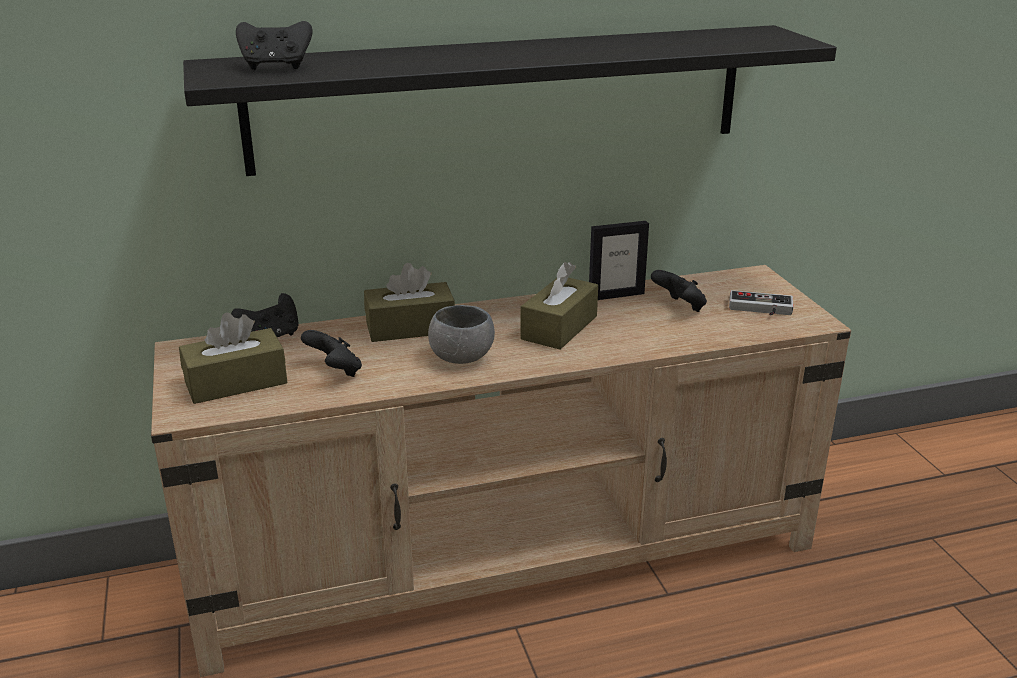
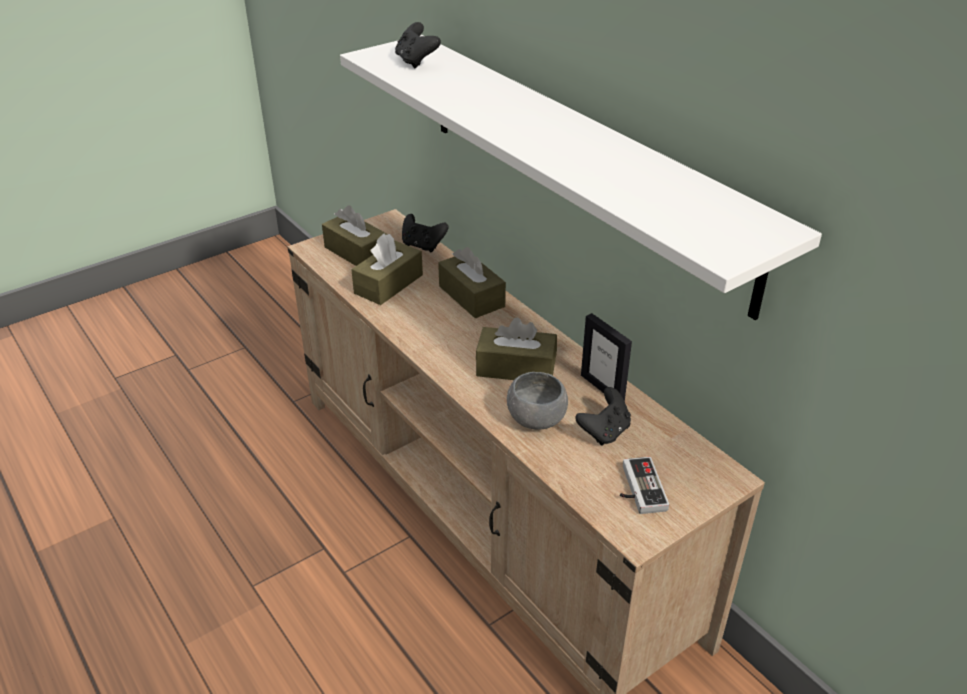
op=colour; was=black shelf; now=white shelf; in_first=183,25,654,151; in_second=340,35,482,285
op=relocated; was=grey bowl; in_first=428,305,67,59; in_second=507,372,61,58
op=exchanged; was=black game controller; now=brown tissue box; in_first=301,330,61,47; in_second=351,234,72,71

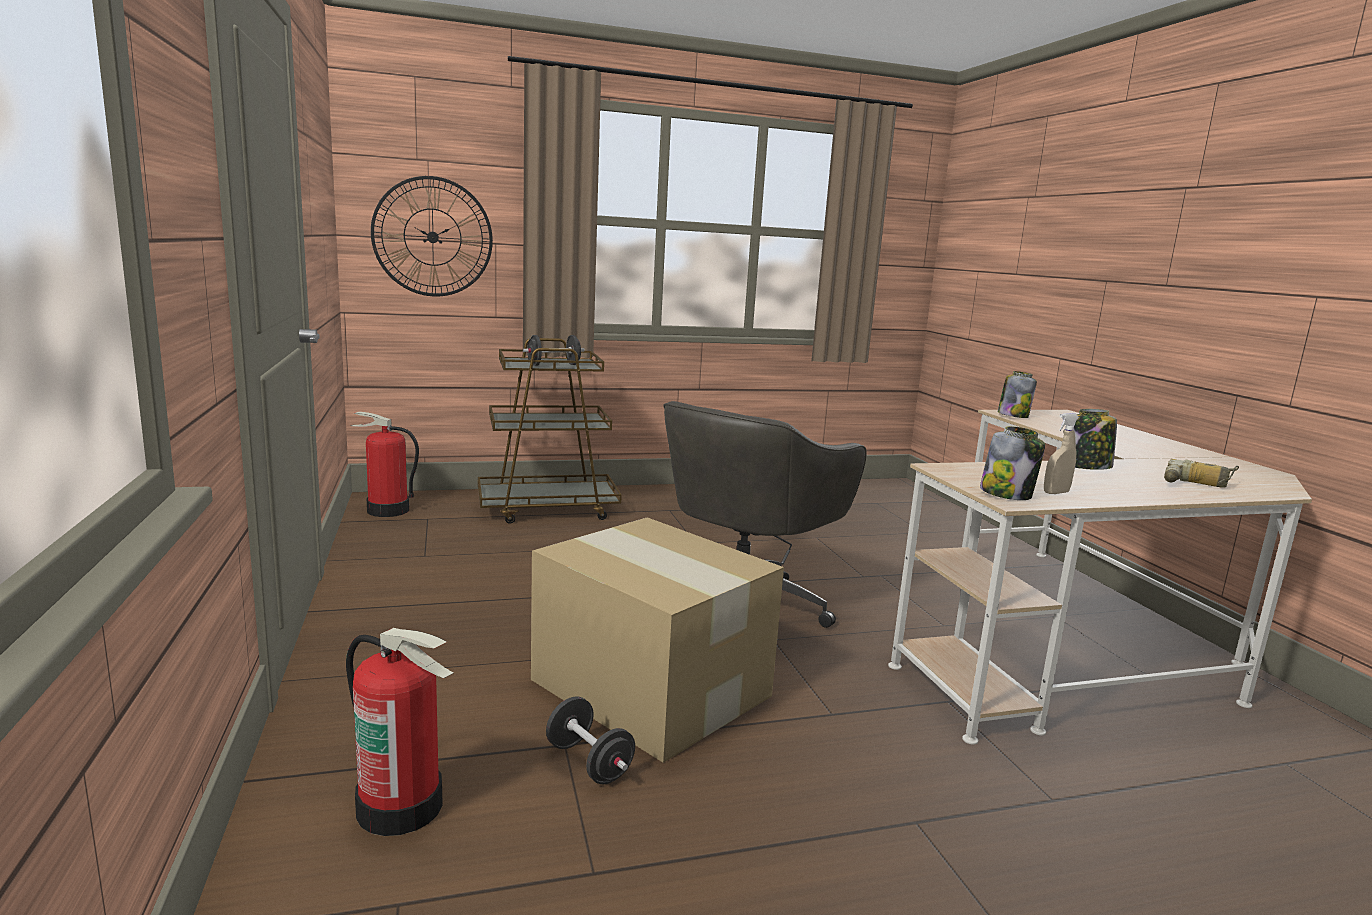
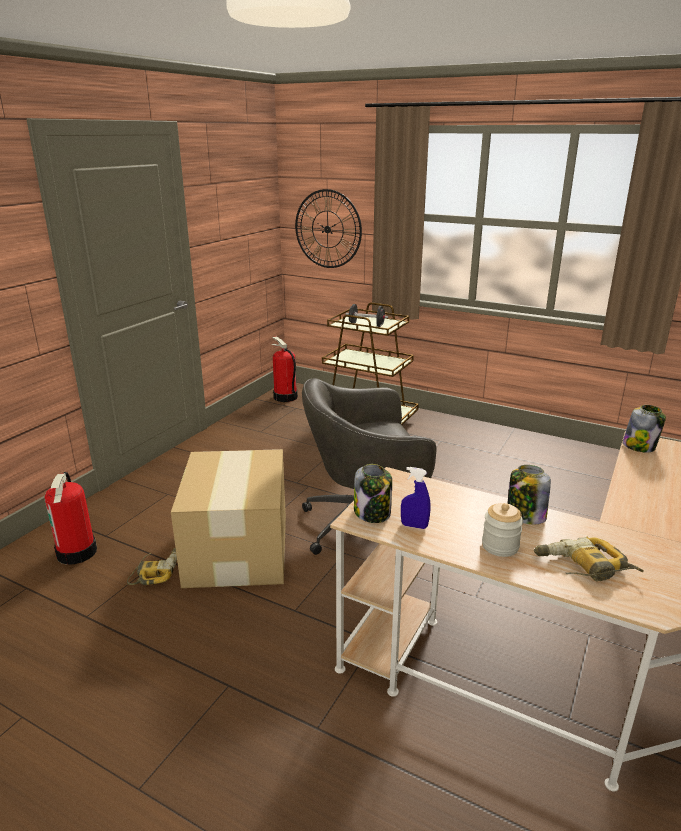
op=colour; was=beige spray bottle; now=blue spray bottle; in_first=1044,413,35,81; in_second=401,467,30,62
op=exchanged; was=black dumbbell; now=power drill; in_first=546,696,89,88; in_second=127,548,50,37
op=appeared; now=jar; in_second=482,503,41,54

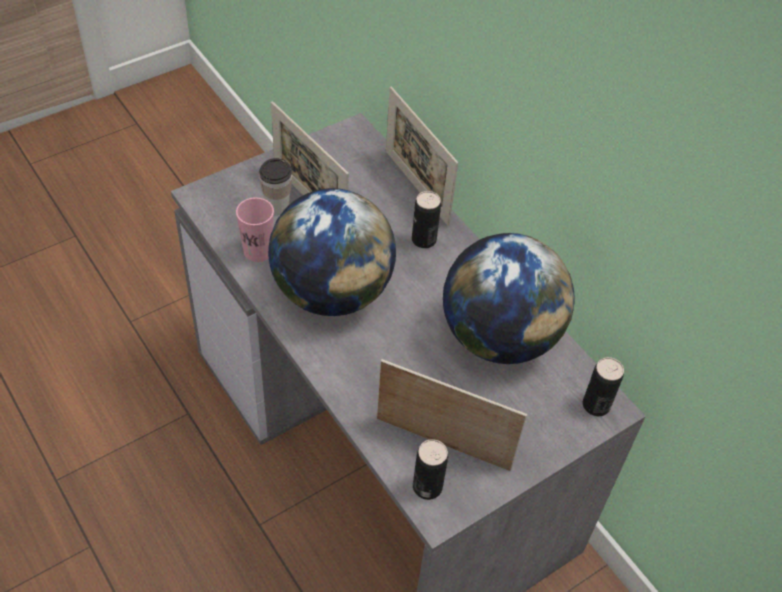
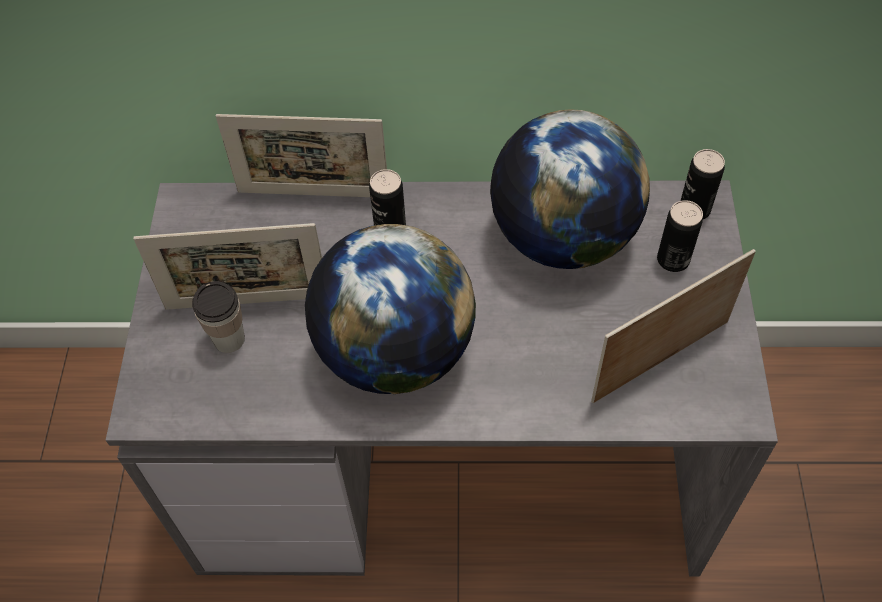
op=missing; was=pink cup; in_first=236,198,38,64
op=relocated; was=can; in_first=413,439,35,61; in_second=657,200,46,72

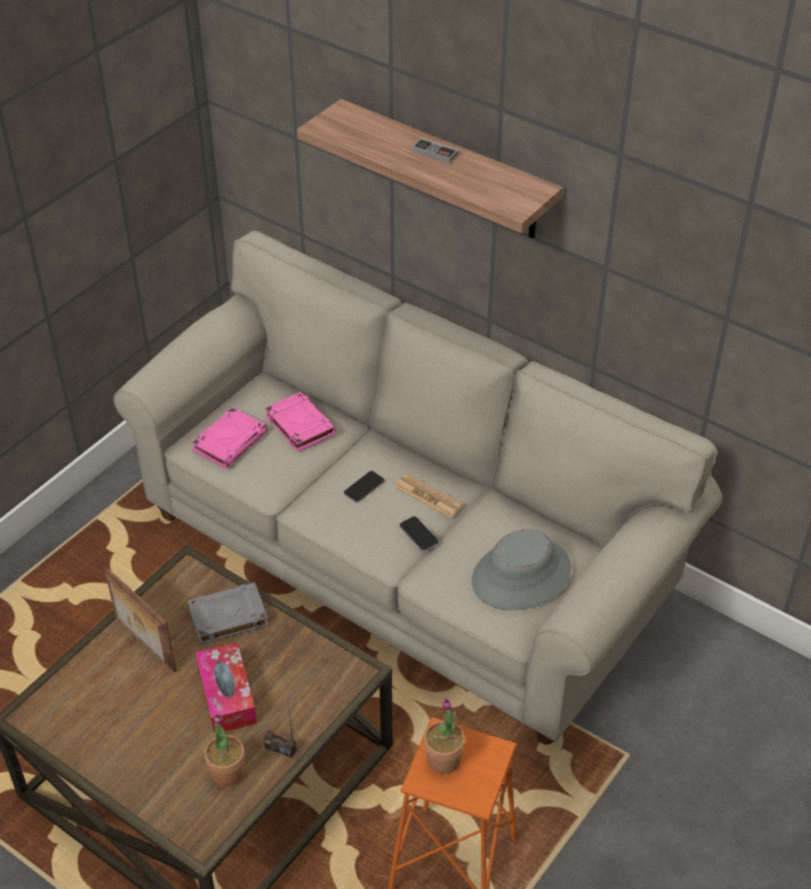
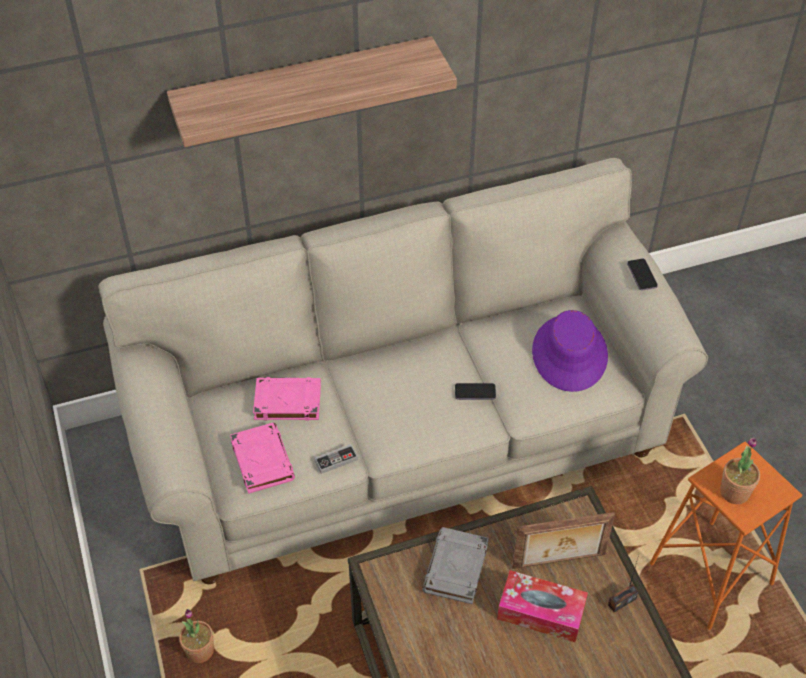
op=relocated; was=game controller; in_first=412,138,46,26; in_second=314,444,44,30
op=relocated; was=phone; in_first=344,471,40,31; in_second=627,259,31,31
op=missing; was=newspaper; in_first=395,473,68,45
op=colour; was=grey hat; now=purple hat; in_first=472,529,99,81; in_second=532,310,76,82
op=relocated; was=picture frame; in_first=104,566,72,106; in_second=512,512,103,57
op=relocated; was=potted plant; in_first=204,713,40,74; in_second=179,609,35,54

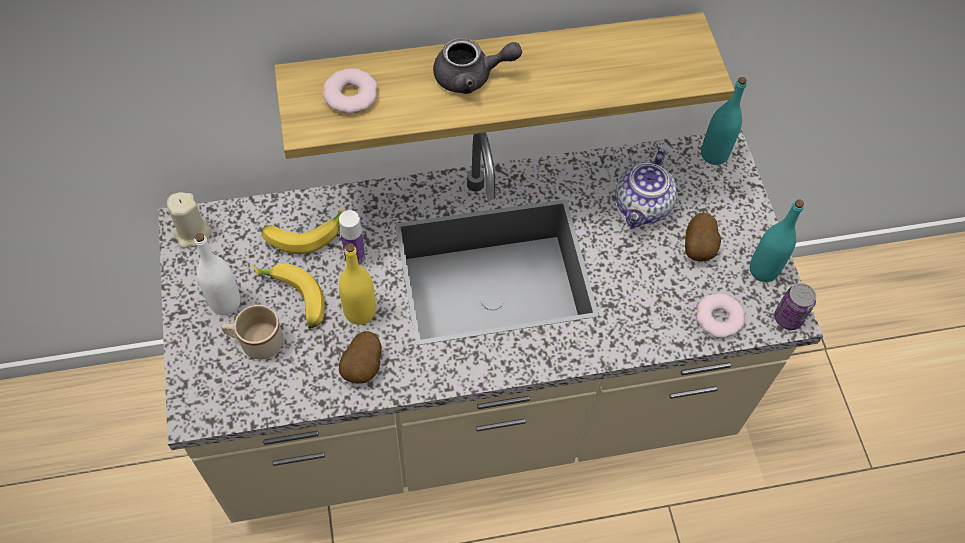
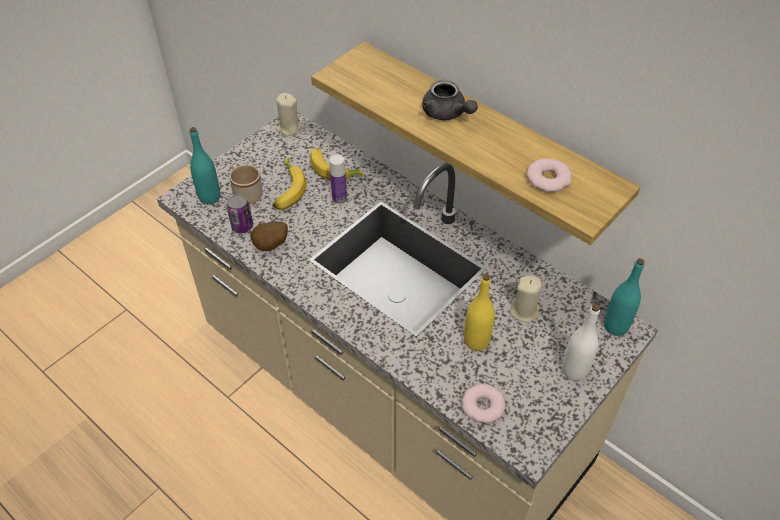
op=relocated; was=donut; in_first=323,68,55,46; in_second=527,158,45,34
op=exchanged; was=teapot; now=beige candle; in_first=615,148,62,80; in_second=510,275,32,47
op=relocated; was=turquoise bottle; in_first=750,200,54,82; in_second=190,127,30,77
op=missing; was=potato; in_first=685,213,36,49
op=relocated; was=white bottle; in_first=195,233,46,82; in_second=562,304,38,77
op=relocated; was=yellow bottle; in_first=339,243,37,82; in_second=464,274,31,77
op=relocated; was=can; in_first=774,283,42,47; in_second=227,194,26,39

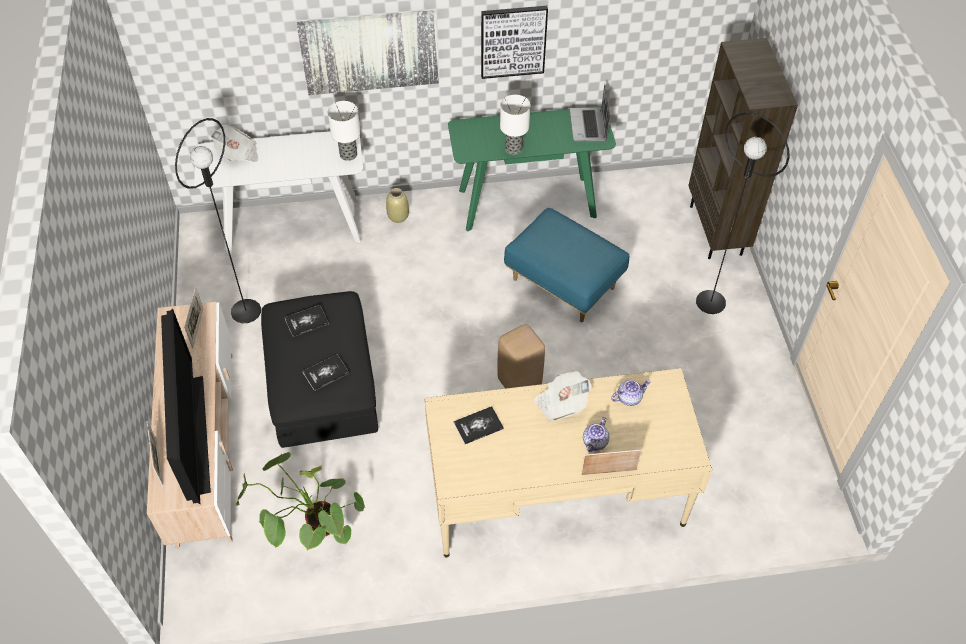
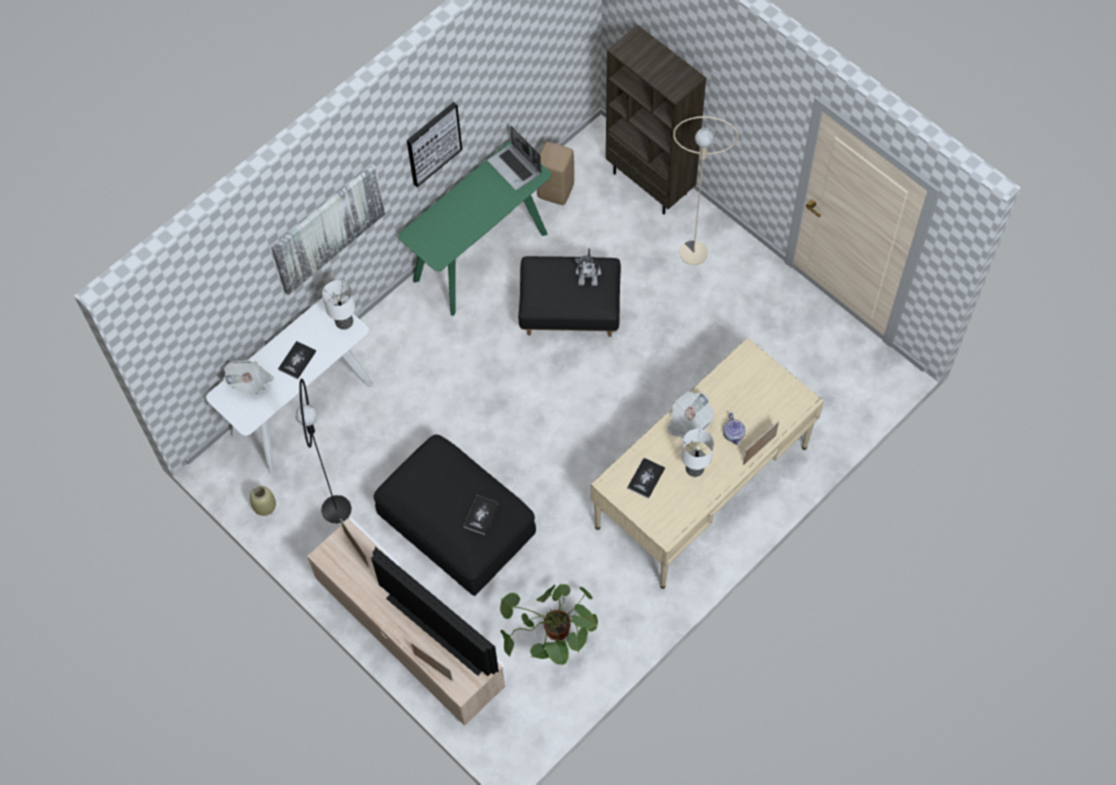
op=relocated; was=table lamp; in_first=500,95,30,59; in_second=681,429,33,48
op=colour; was=black floor lamp; now=beige floor lamp; in_first=696,112,94,202; in_second=673,116,65,149
op=relocated; was=beige vase; in_first=386,188,23,35; in_second=250,486,26,30
op=colour; was=blue ottoman; now=black ottoman; in_first=504,208,125,114; in_second=518,256,103,81
op=relocated; was=book; in_first=284,305,45,32; in_second=278,341,38,38
op=relocated; was=beige stool; in_first=497,324,48,65; in_second=537,142,37,63
op=missing; was=teapot; in_first=611,380,40,26
op=appeared; now=plush toy; in_second=575,248,26,38

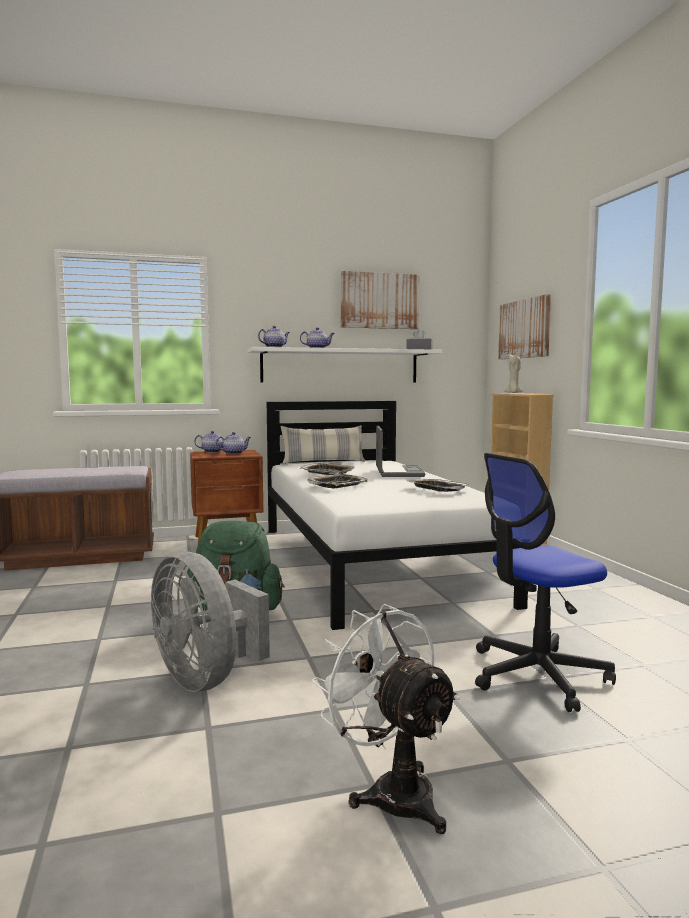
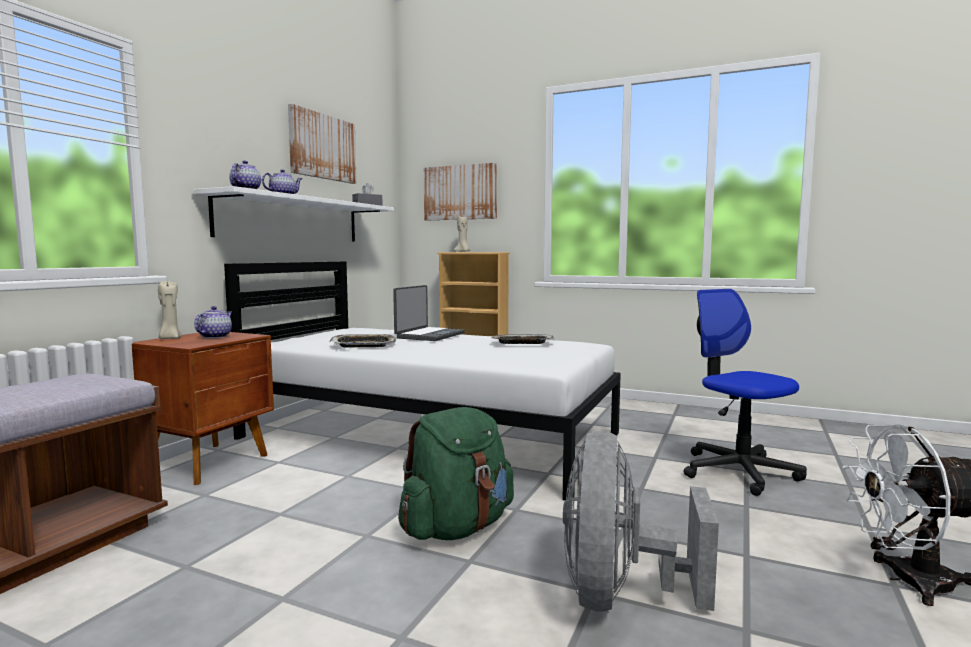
op=missing; was=pillow; in_first=281,425,84,39
op=spun; was=laptop; in_first=376,426,50,51; in_second=393,285,72,56; clockwise=75
op=exchanged; was=teapot; now=beige candle; in_first=194,431,29,22; in_second=158,281,24,58
op=spun; was=office chair; in_first=475,453,141,259; in_second=684,289,123,207; clockwise=135
op=missing; was=tray; in_first=307,474,61,14
op=spun; was=grey fan; in_first=151,552,119,140; in_second=563,431,156,180; clockwise=105

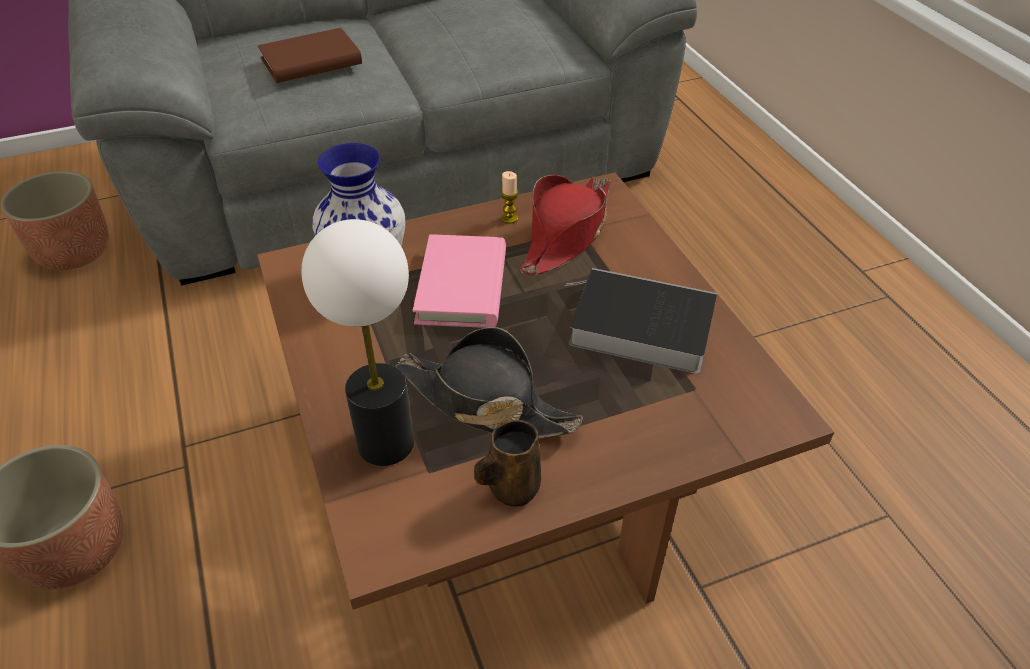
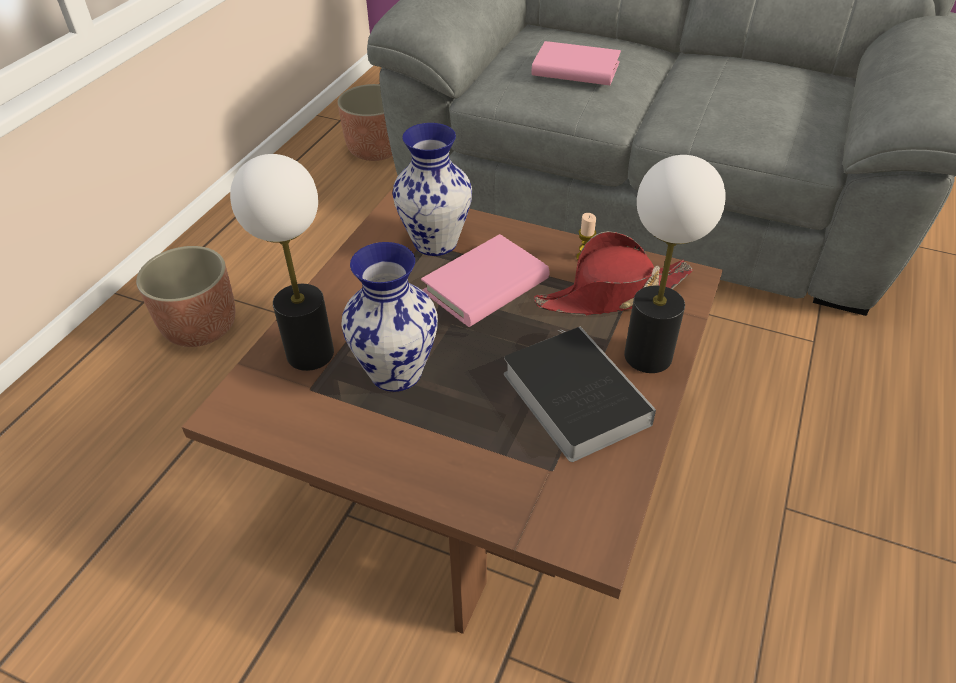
op=colour; was=brown book; now=pink book; in_first=258,28,104,55; in_second=532,41,89,44
op=exchanged; was=black hat; now=vase; in_first=396,327,187,111; in_second=341,242,97,150
op=missing; was=brown mug; in_first=474,420,67,87
op=appeared; now=table lamp; in_second=624,155,102,218

